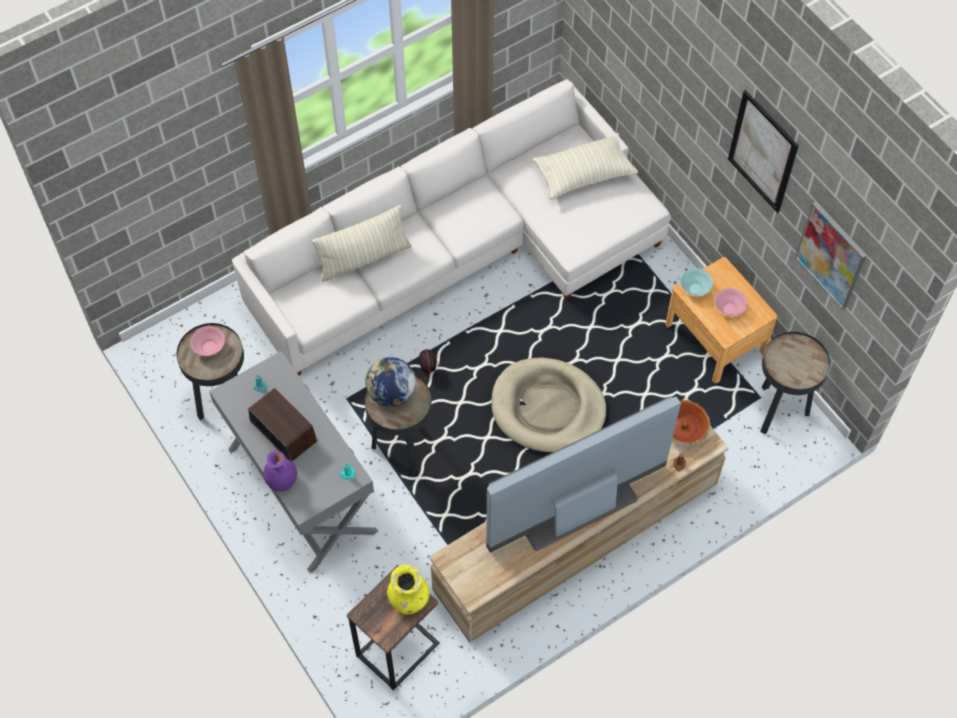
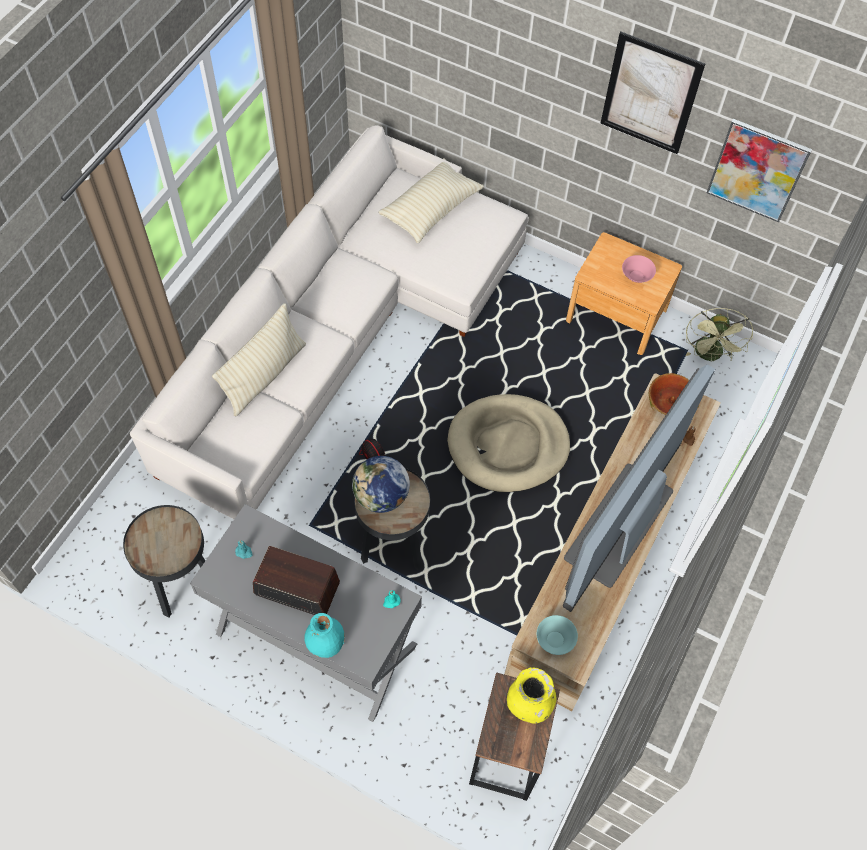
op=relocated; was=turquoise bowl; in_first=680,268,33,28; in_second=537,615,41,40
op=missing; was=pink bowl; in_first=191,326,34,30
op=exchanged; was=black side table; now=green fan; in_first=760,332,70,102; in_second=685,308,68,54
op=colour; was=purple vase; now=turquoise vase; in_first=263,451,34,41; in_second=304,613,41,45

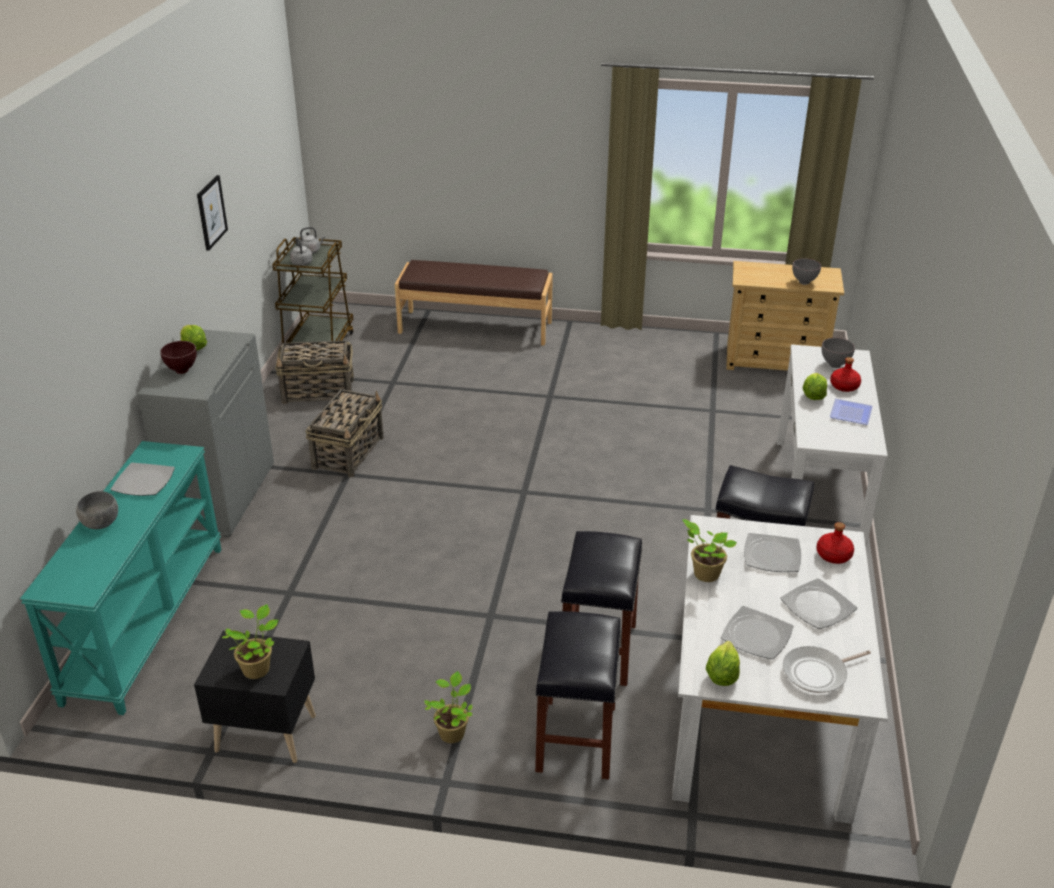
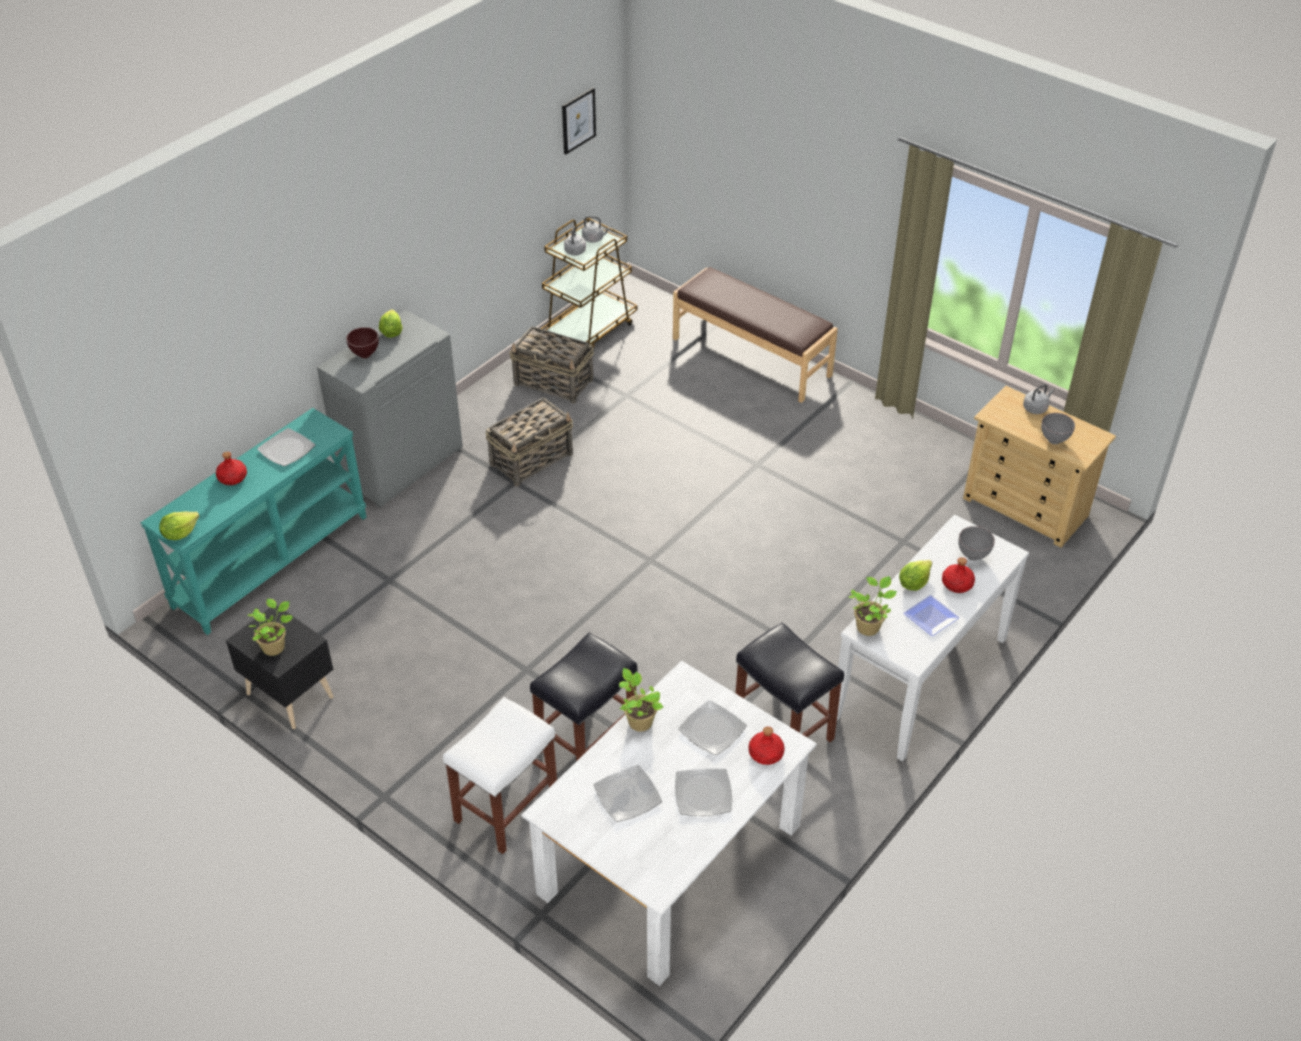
op=relocated; was=picture; in_first=197,175,31,76; in_second=562,87,34,67
op=exchanged; was=grey bowl; now=red bottle; in_first=76,491,42,38; in_second=216,452,31,33
op=colour; was=black stool; now=white stool; in_first=535,611,86,169; in_second=443,697,114,157
op=relocated; was=lettuce; in_first=706,641,34,45; in_second=159,511,40,29
op=missing; was=frying pan; in_first=783,646,88,47
op=relocated; was=potted plant; in_first=424,671,49,72; in_second=849,576,48,60
op=appeared; now=grey kettle; in_second=1023,384,31,30

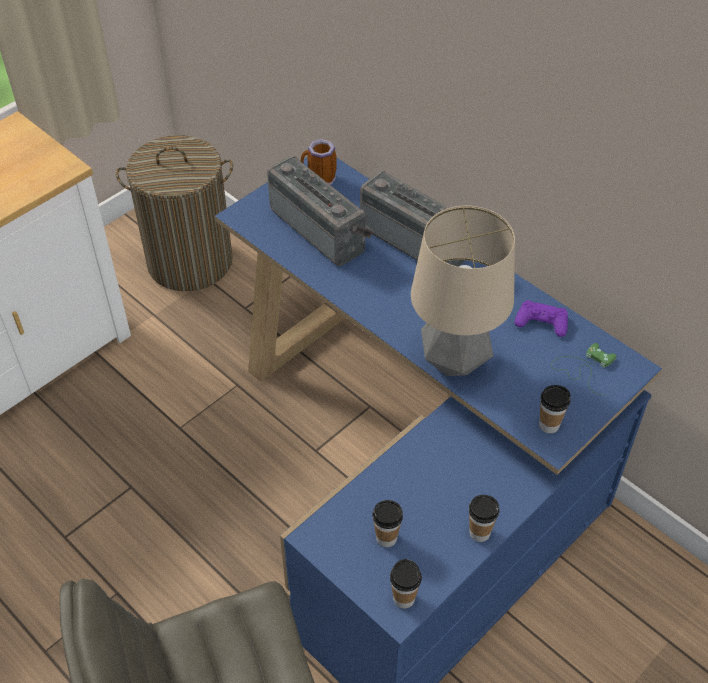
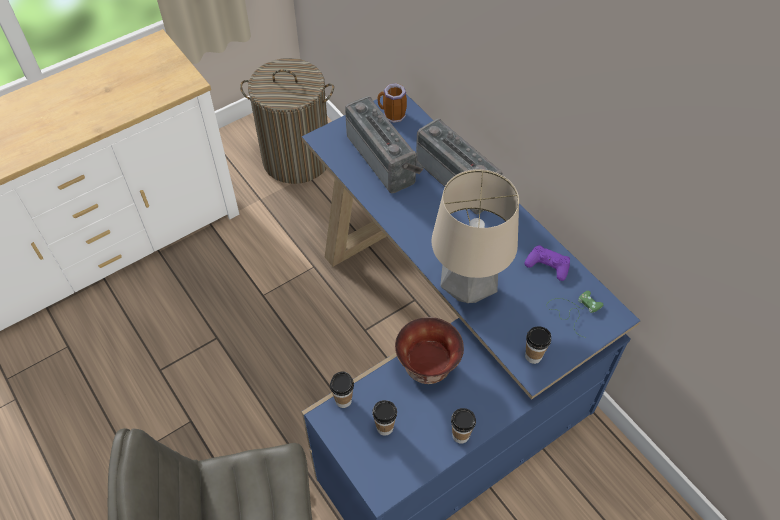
op=relocated; was=cup; in_first=390,559,32,50; in_second=330,371,24,37
op=appeared; now=bowl; in_second=395,317,69,67

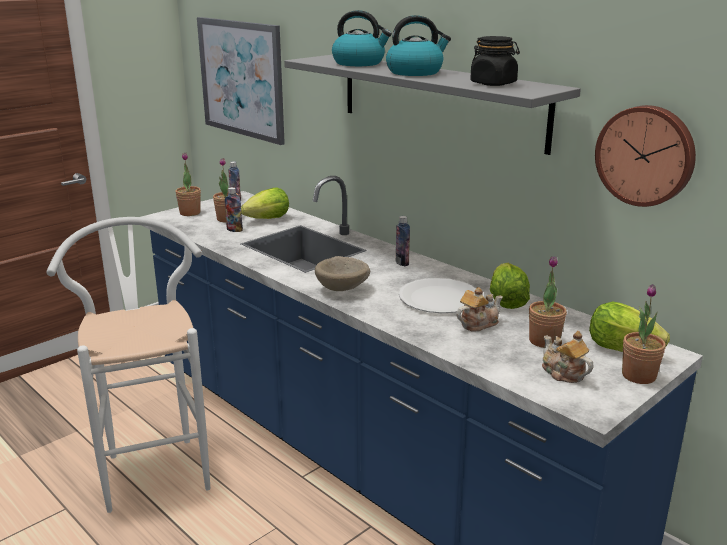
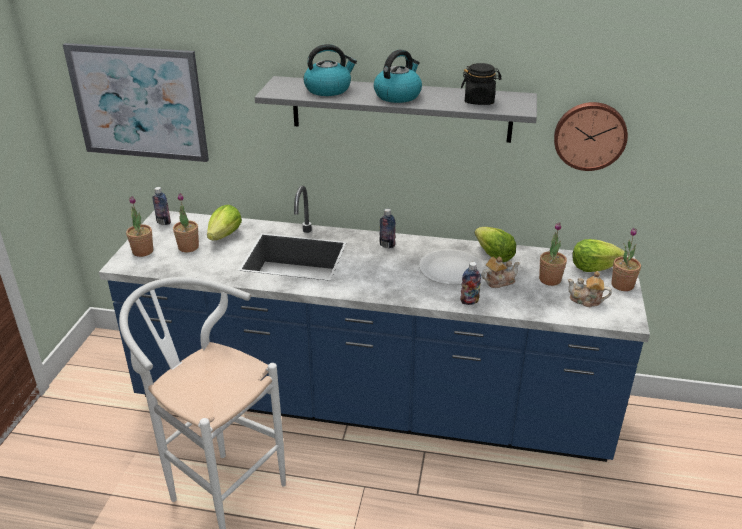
op=relocated; was=bottle; in_first=225,187,18,45; in_second=460,262,21,43
op=missing; was=beige bowl; in_first=315,256,55,35
op=spun; was=teapot; in_first=456,287,47,44; in_second=481,257,39,31; clockwise=45

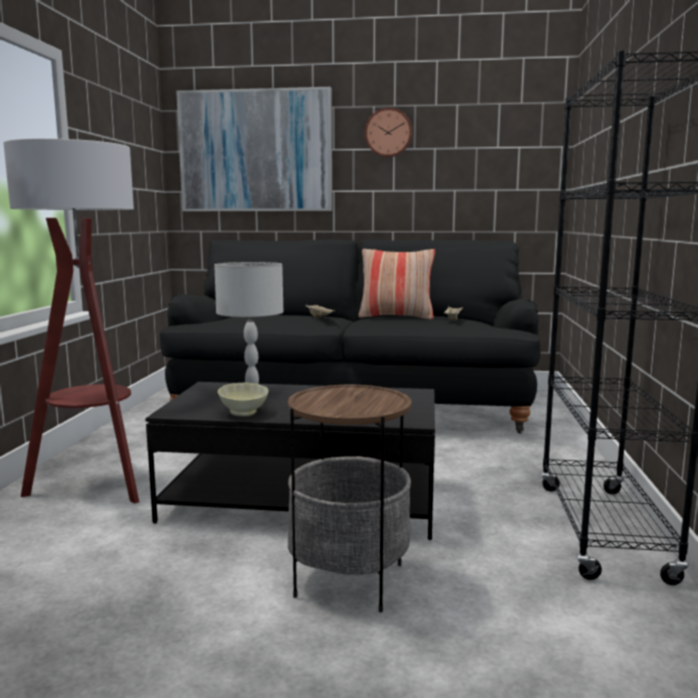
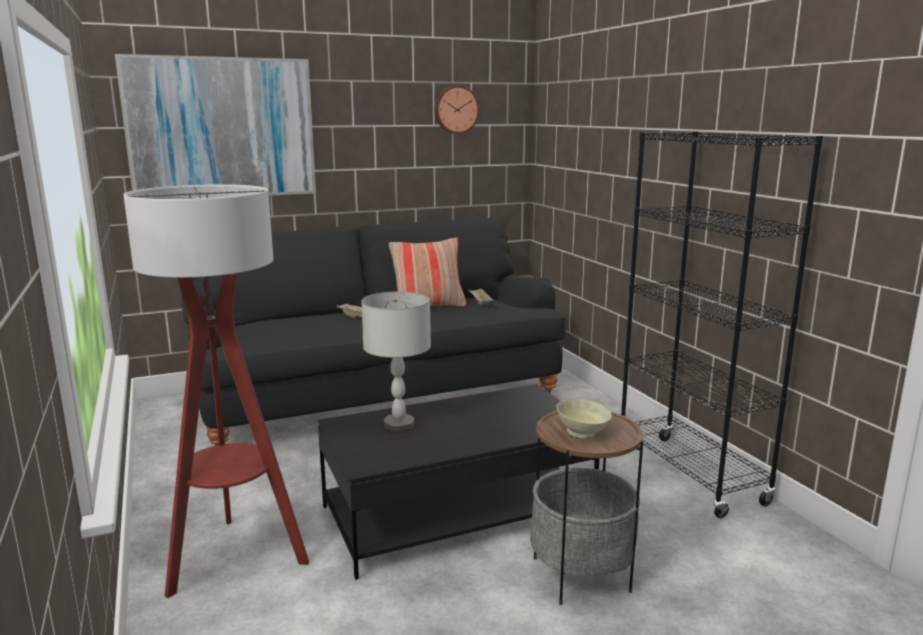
op=relocated; was=wall clock; in_first=365,108,47,49; in_second=435,85,45,49
op=relocated; was=beige bowl; in_first=218,383,50,33; in_second=556,399,56,40

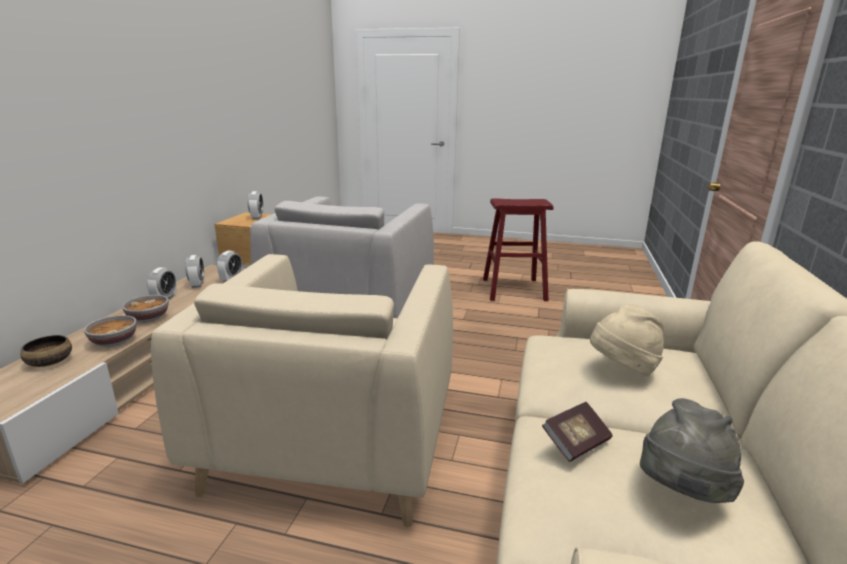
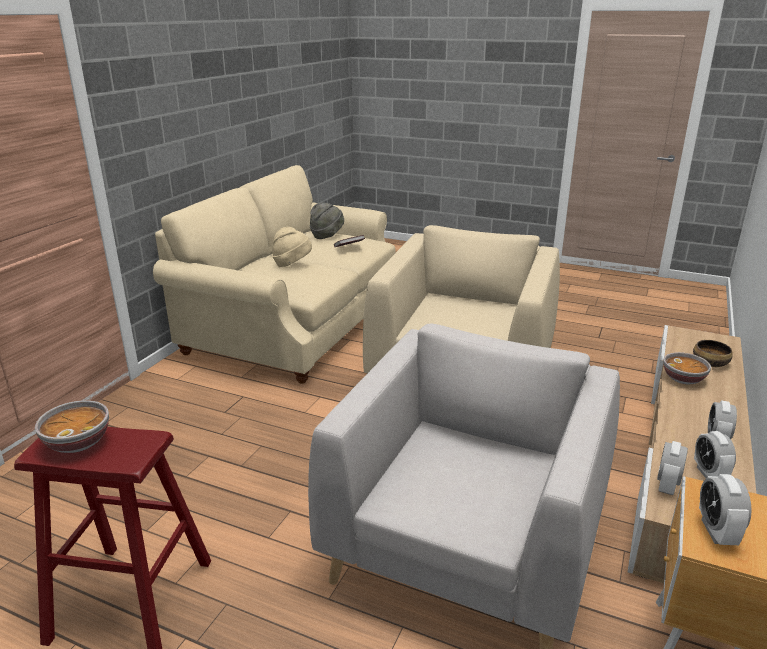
op=relocated; was=bowl; in_first=122,295,47,28; in_second=35,400,74,53

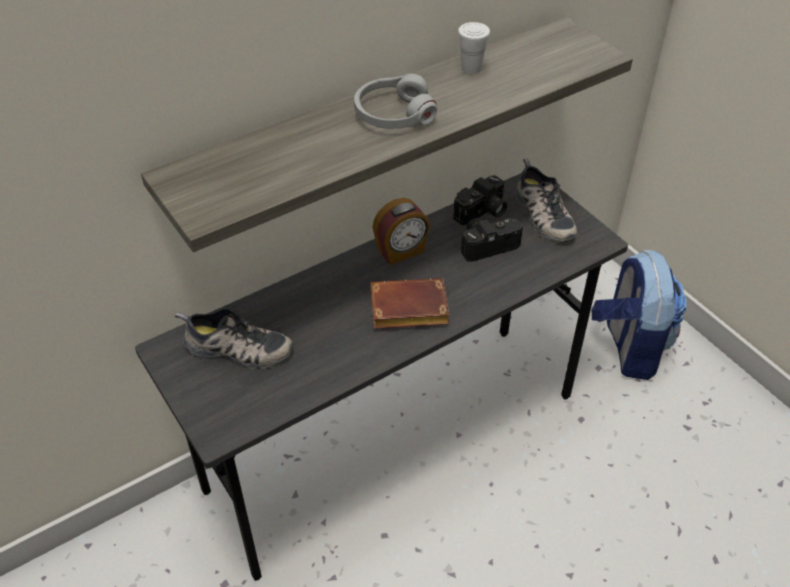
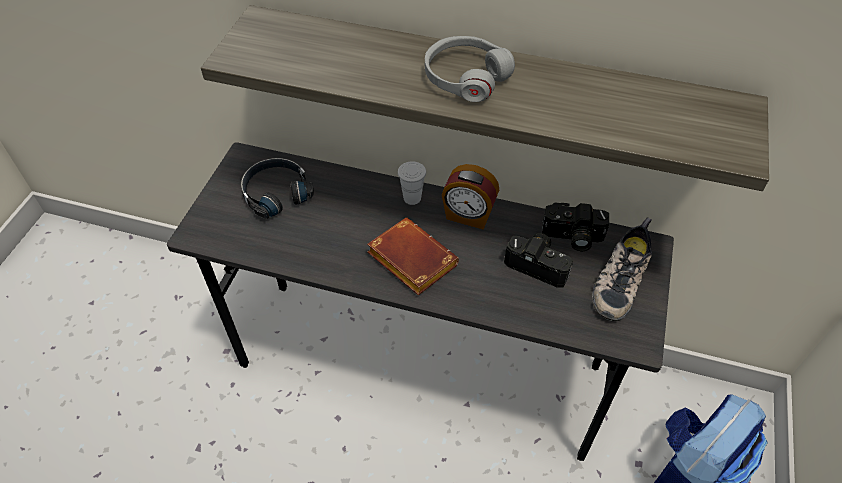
op=relocated; was=white cup; in_first=458,22,32,52; in_second=398,161,28,44
op=exchanged; was=shoe; now=black headphones; in_first=175,309,118,60; in_second=241,158,73,61

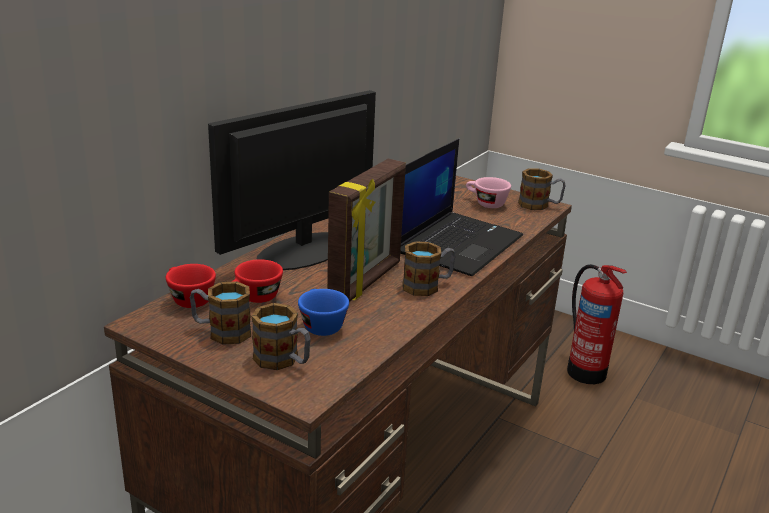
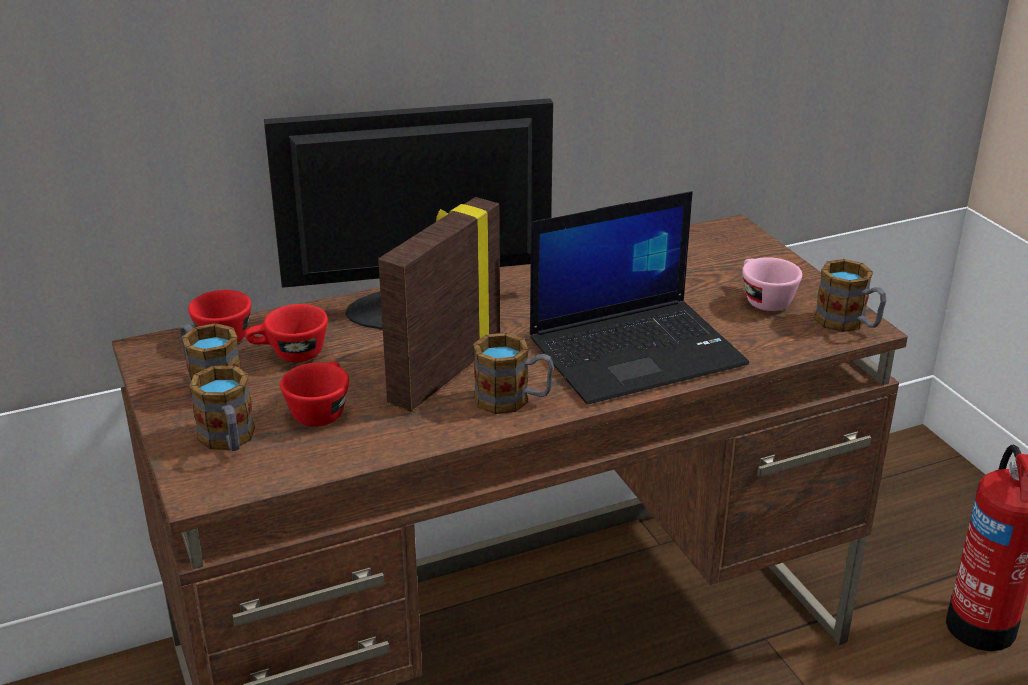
op=spun; was=picture frame; in_first=327,159,79,143; in_second=378,197,122,215; clockwise=150
op=colour; was=blue cup; now=red cup; in_first=298,289,51,47; in_second=280,361,69,66

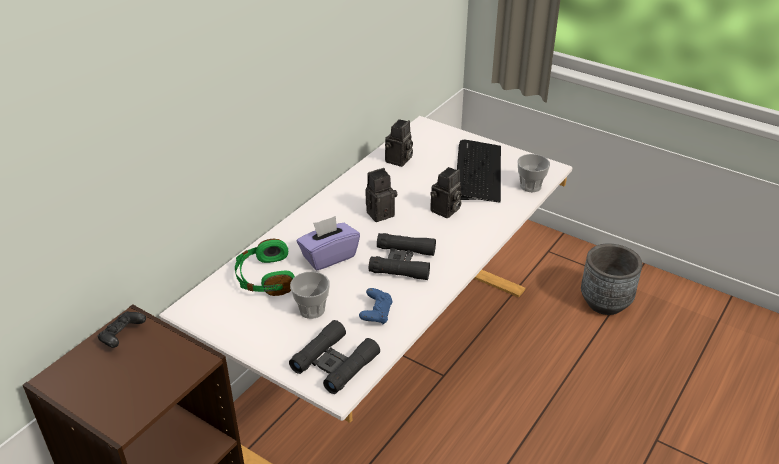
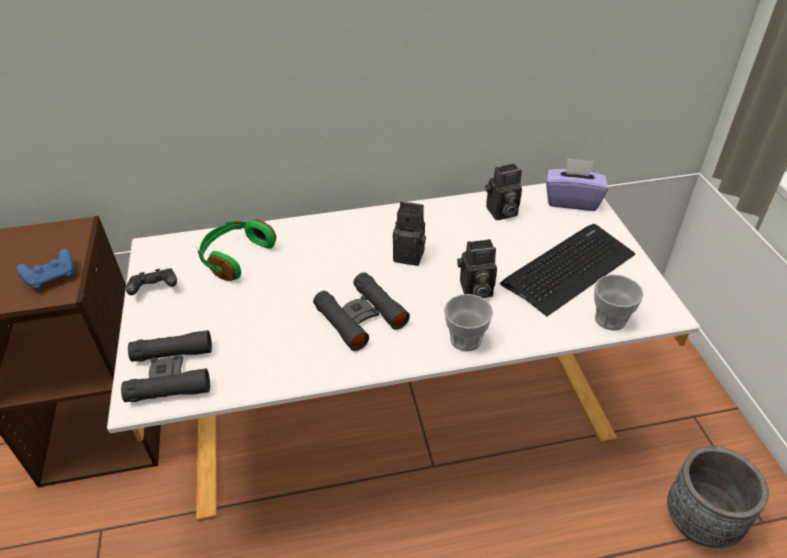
op=relocated; was=purple tissue box; in_first=297,216,63,55; in_second=546,158,62,53
op=relocated; was=cup; in_first=290,271,40,48; in_second=444,294,49,58
op=relocated; was=blue game controller; in_first=359,288,34,36; in_second=16,249,57,41
op=relocated; was=black game controller; in_first=98,311,48,37; in_second=126,268,51,27

